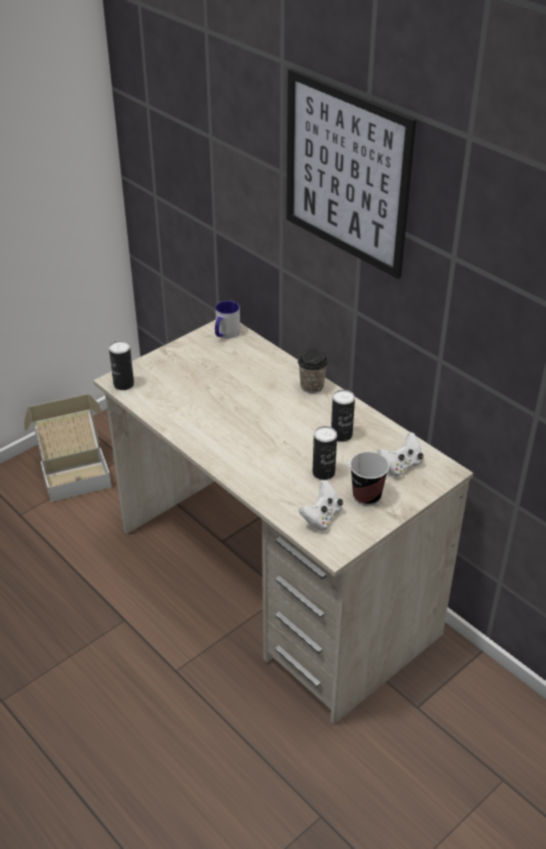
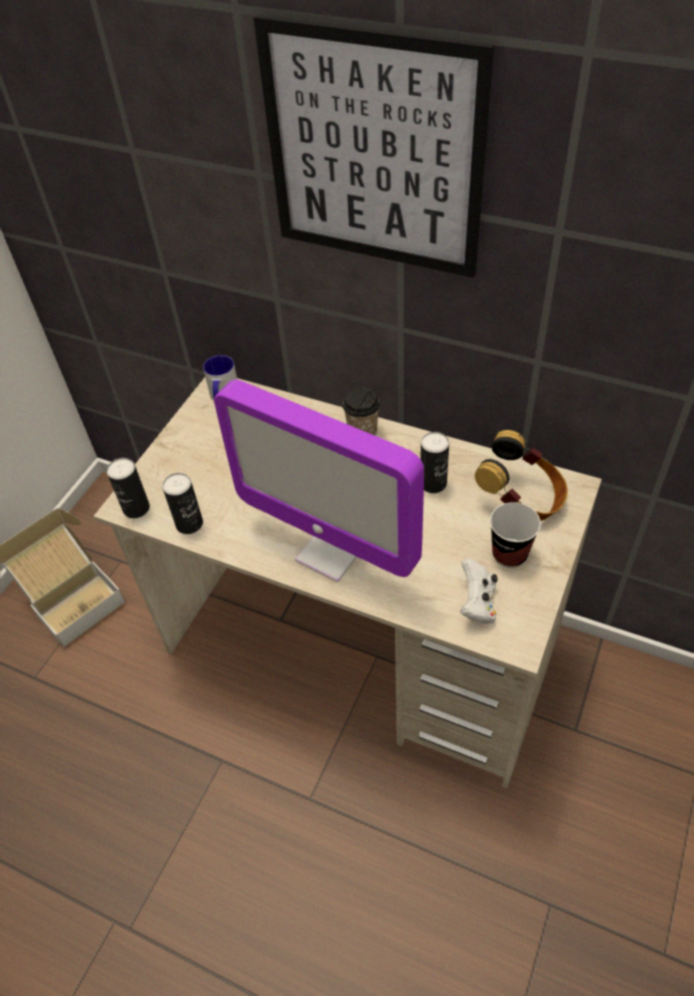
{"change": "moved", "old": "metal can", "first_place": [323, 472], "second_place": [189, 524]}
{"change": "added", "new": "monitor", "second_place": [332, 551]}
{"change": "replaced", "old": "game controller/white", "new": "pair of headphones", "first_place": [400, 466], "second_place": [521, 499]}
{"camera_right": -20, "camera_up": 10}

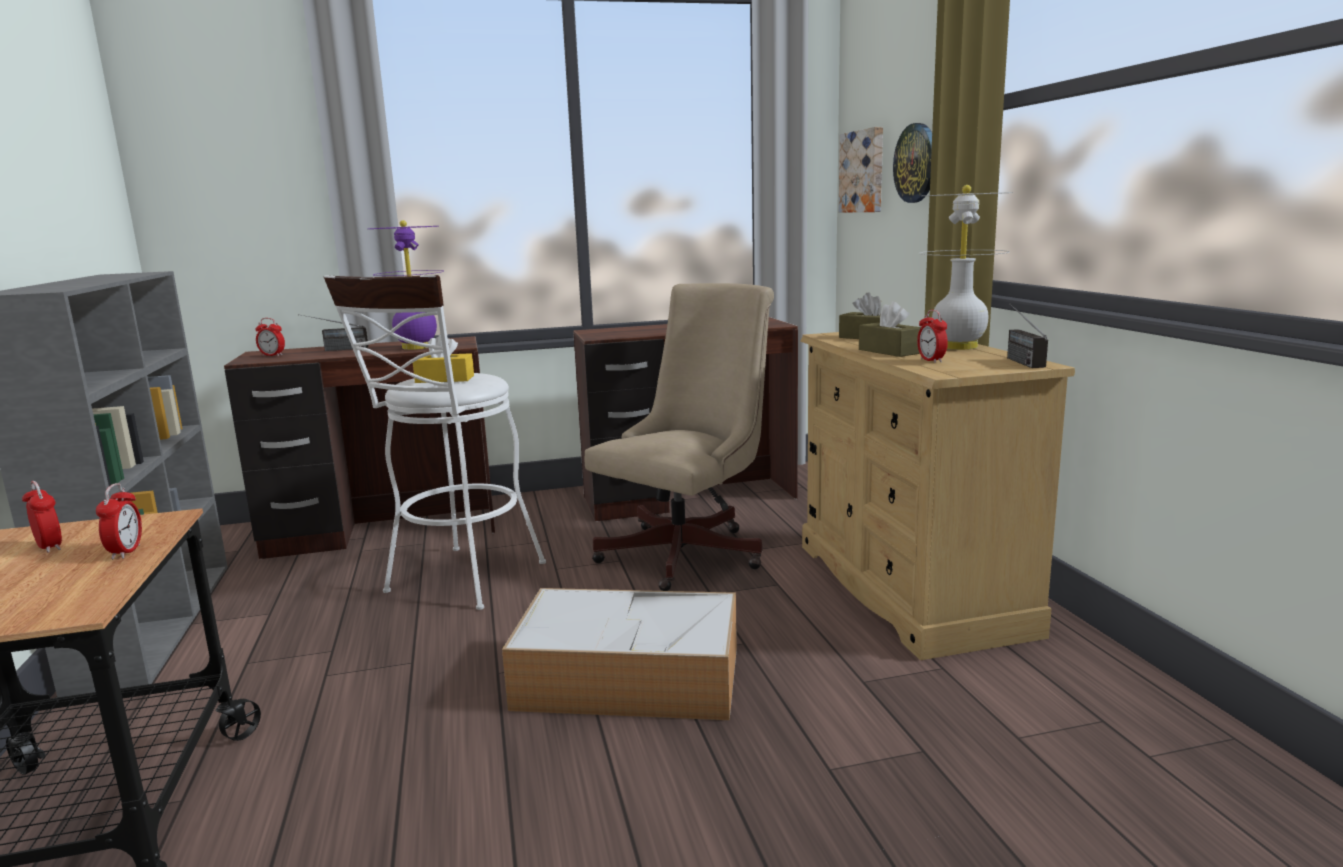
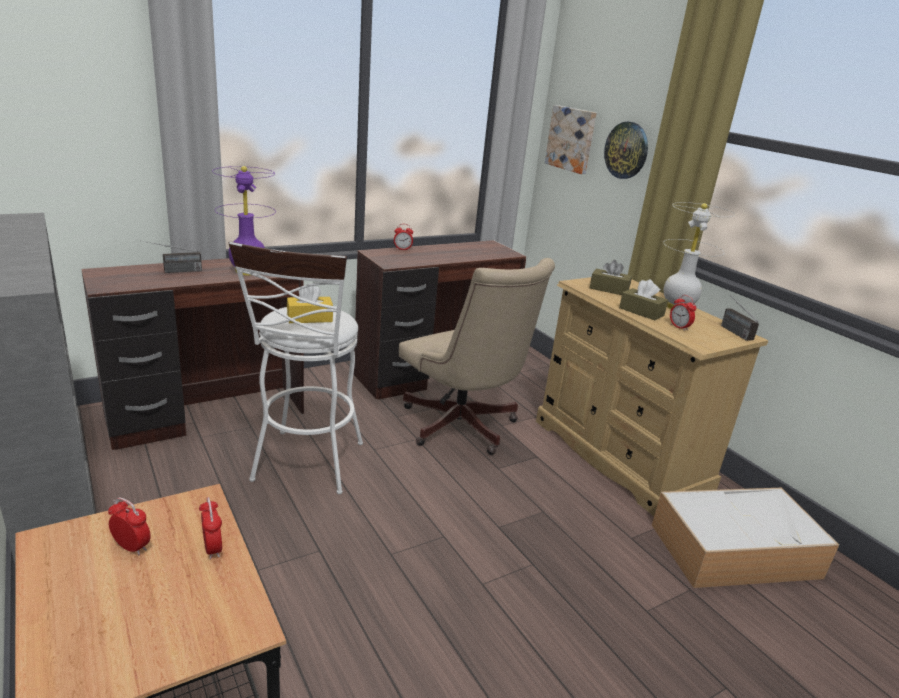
{"change": "moved", "old": "alarm clock", "first_place": [272, 355], "second_place": [402, 249]}
{"change": "turned", "old": "office chair/sand-coloured", "first_place": [690, 552], "second_place": [462, 428], "degrees": 120}
{"change": "moved", "old": "storage box", "first_place": [632, 677], "second_place": [736, 550]}
{"camera_right": -20, "camera_up": 10}

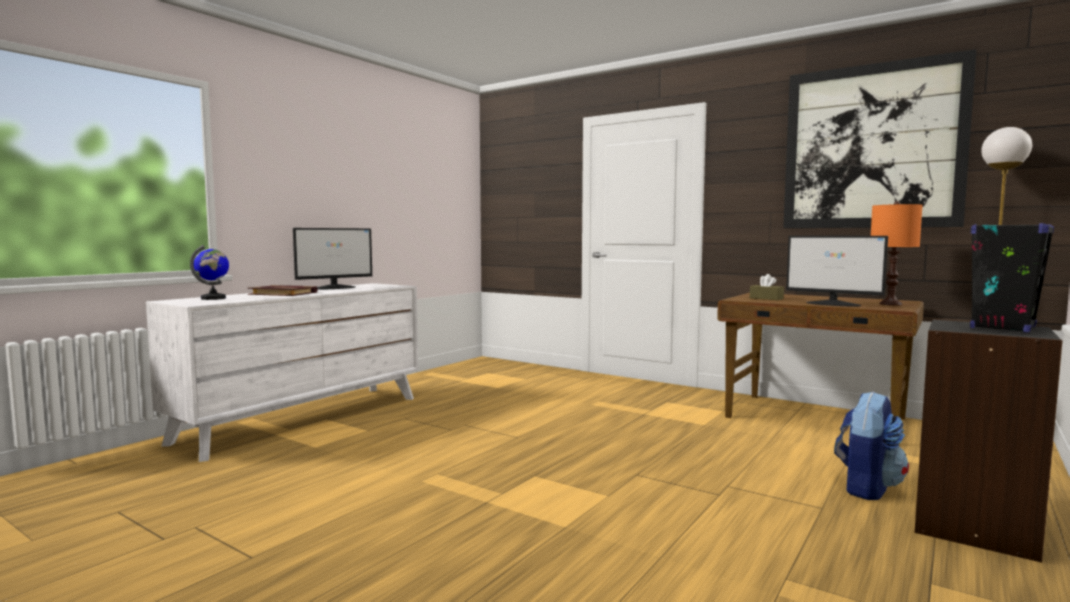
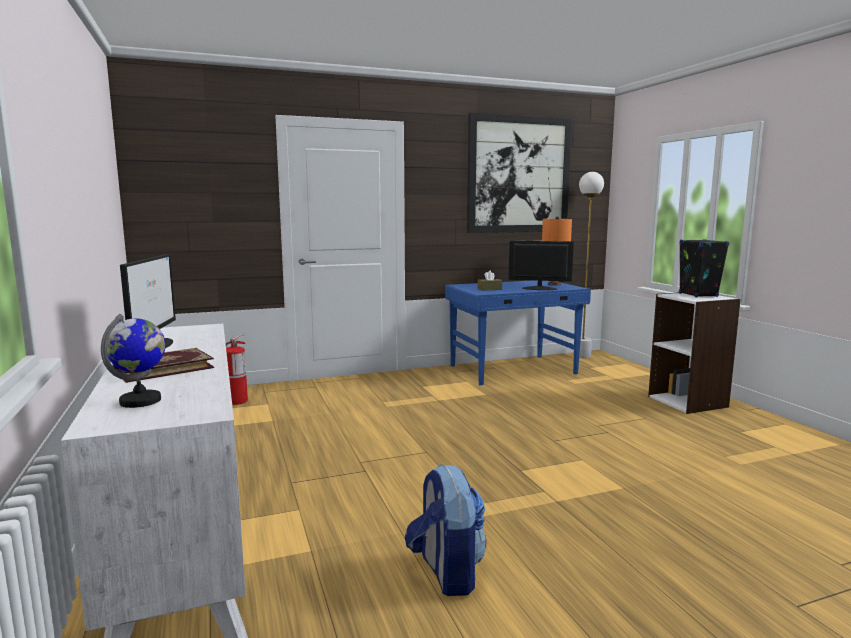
{"change": "added", "new": "fire extinguisher", "second_place": [237, 401]}
{"change": "moved", "old": "rucksack", "first_place": [867, 487], "second_place": [446, 572]}
{"change": "recoloured", "old": "desk unit/brown", "new": "desk unit/bluish", "first_place": [815, 418], "second_place": [514, 370]}
{"change": "turned", "old": "monitor", "first_place": [833, 304], "second_place": [539, 288], "degrees": -150}
{"change": "recoloured", "old": "bookshelf/blackish", "new": "bookshelf/white", "first_place": [976, 527], "second_place": [688, 401]}
{"camera_right": -55, "camera_up": 5}

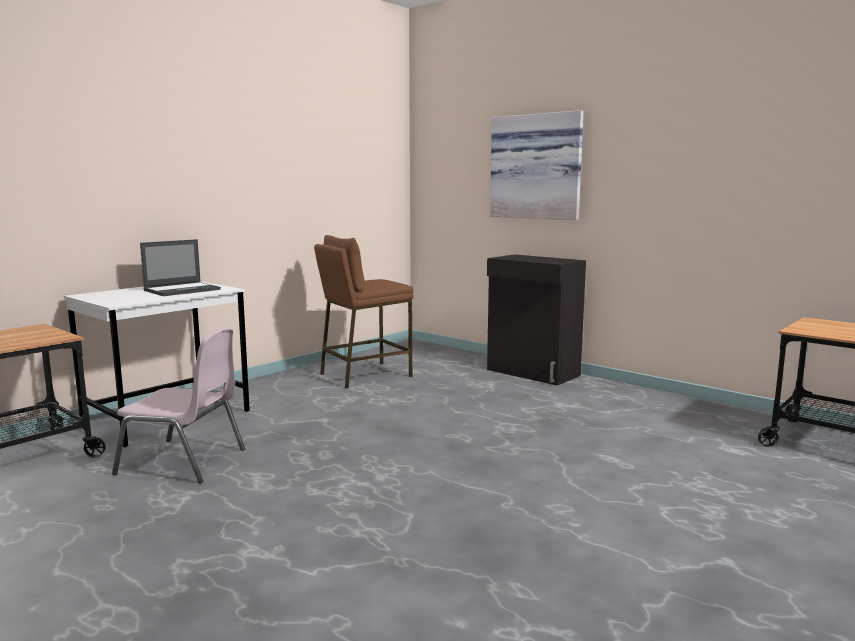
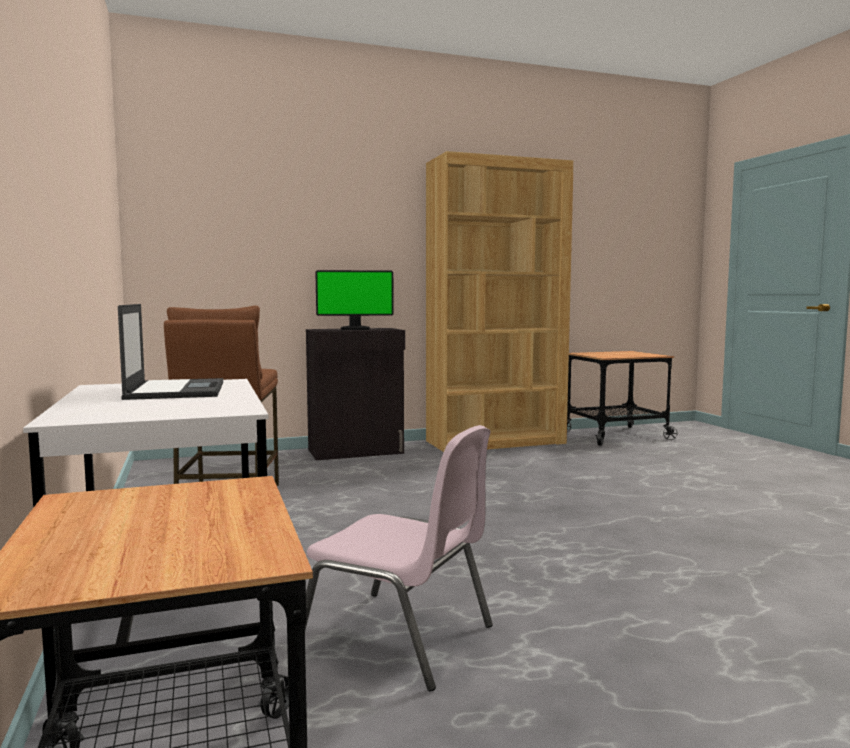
{"change": "turned", "old": "chair/pink", "first_place": [184, 462], "second_place": [400, 639], "degrees": 75}
{"change": "added", "new": "monitor", "second_place": [355, 329]}
{"change": "added", "new": "bookshelf/brown", "second_place": [496, 442]}
{"change": "removed", "old": "picture", "first_place": [537, 167]}
{"camera_right": -60, "camera_up": -5}

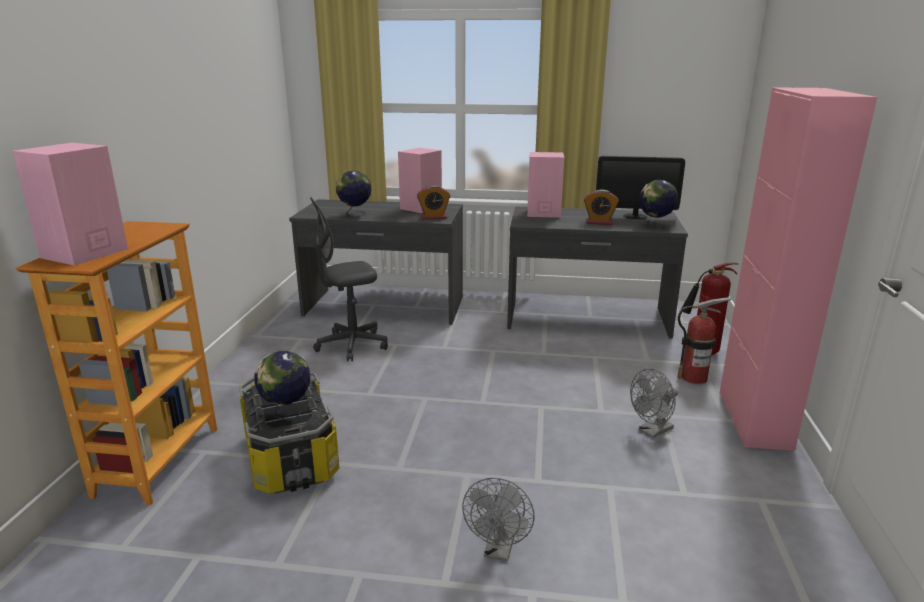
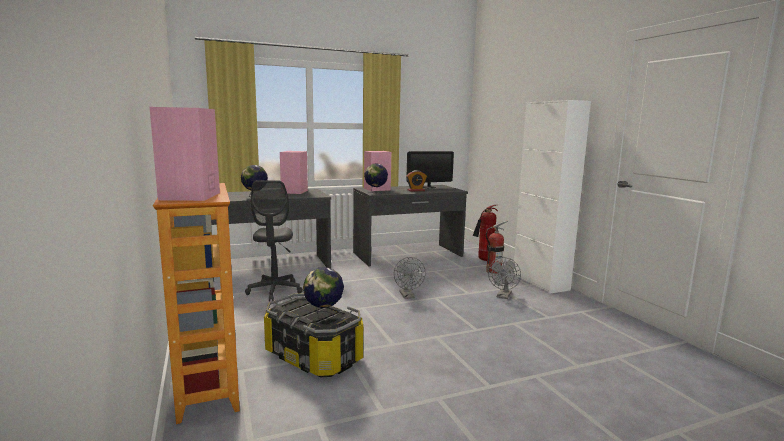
{"change": "turned", "old": "office chair/grey", "first_place": [351, 345], "second_place": [275, 291], "degrees": -45}
{"change": "moved", "old": "globe", "first_place": [655, 226], "second_place": [375, 193]}
{"change": "moved", "old": "fan/grey", "first_place": [499, 551], "second_place": [408, 296]}
{"change": "recoloured", "old": "storage cabinet/pink", "new": "storage cabinet/white", "first_place": [754, 419], "second_place": [540, 282]}
{"change": "removed", "old": "alarm clock", "first_place": [433, 217]}
{"camera_right": -30, "camera_up": -10}

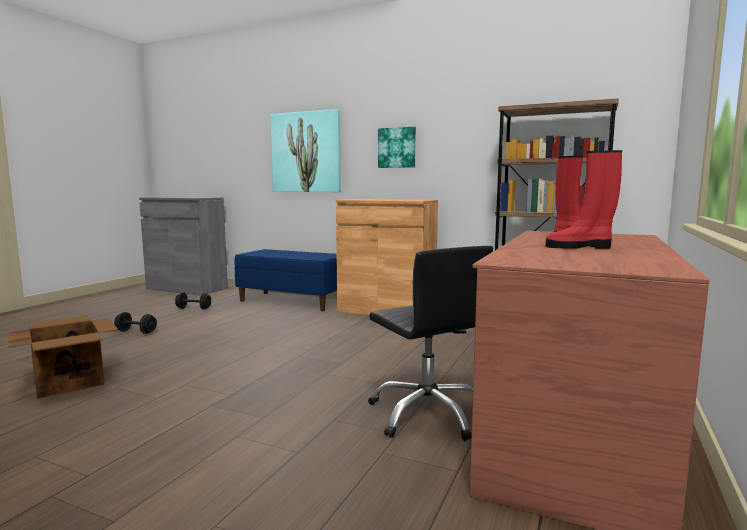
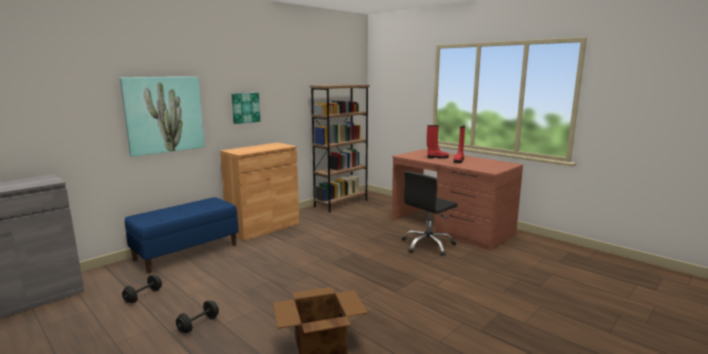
{"change": "turned", "old": "office chair/blackish", "first_place": [428, 413], "second_place": [428, 245], "degrees": 150}
{"camera_right": -70, "camera_up": 5}

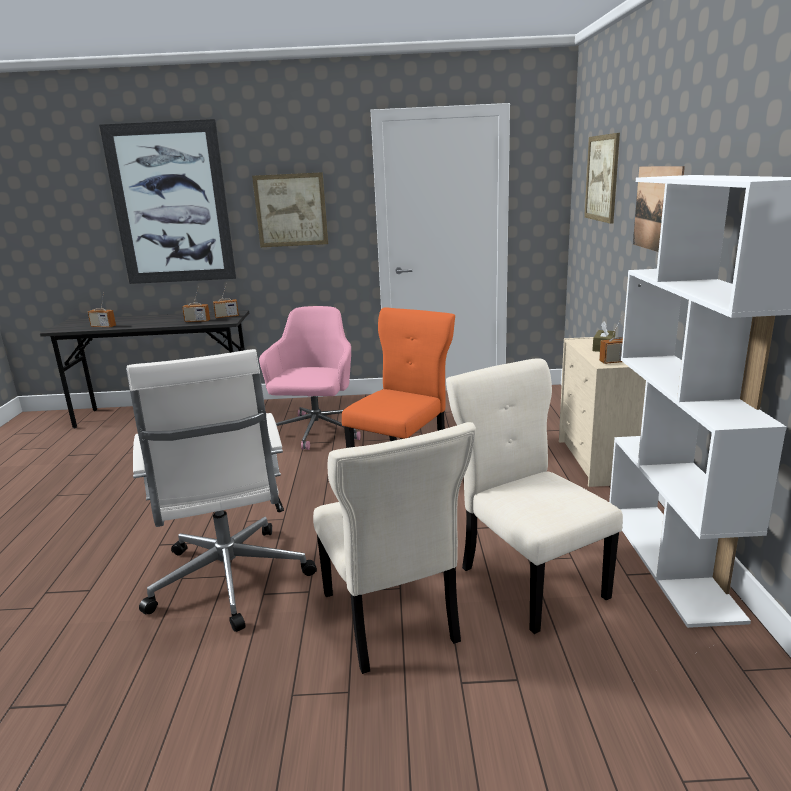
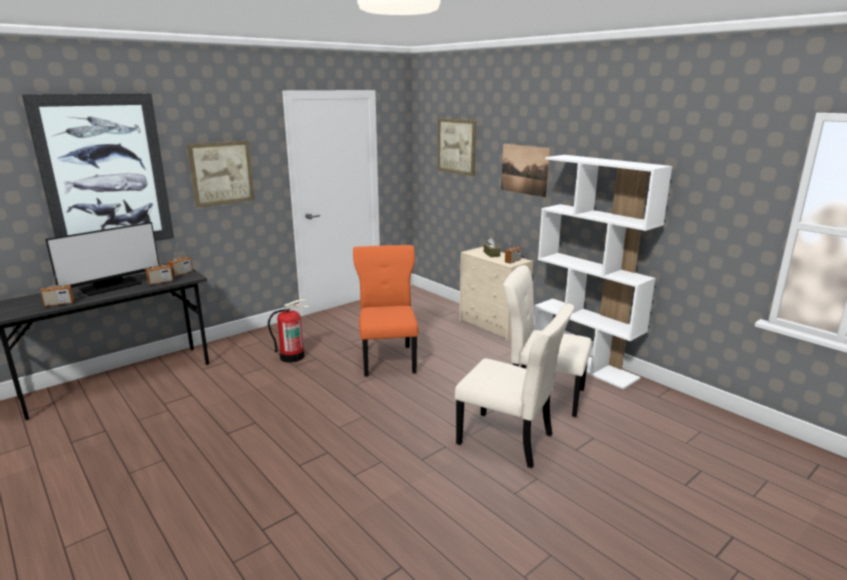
{"change": "added", "new": "monitor", "second_place": [111, 286]}
{"change": "replaced", "old": "office chair/pink", "new": "fire extinguisher", "first_place": [316, 432], "second_place": [292, 356]}
{"change": "removed", "old": "office chair/white", "first_place": [229, 581]}
{"camera_right": -40, "camera_up": 0}

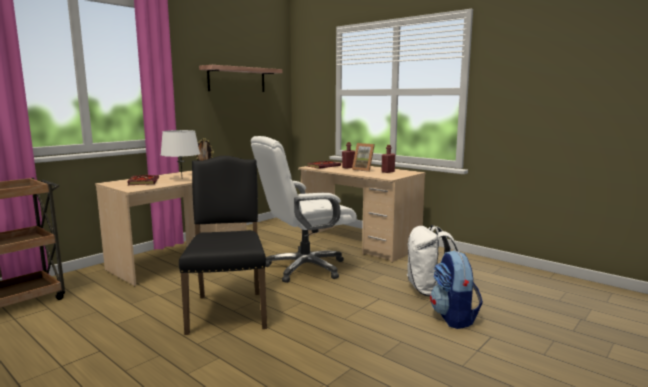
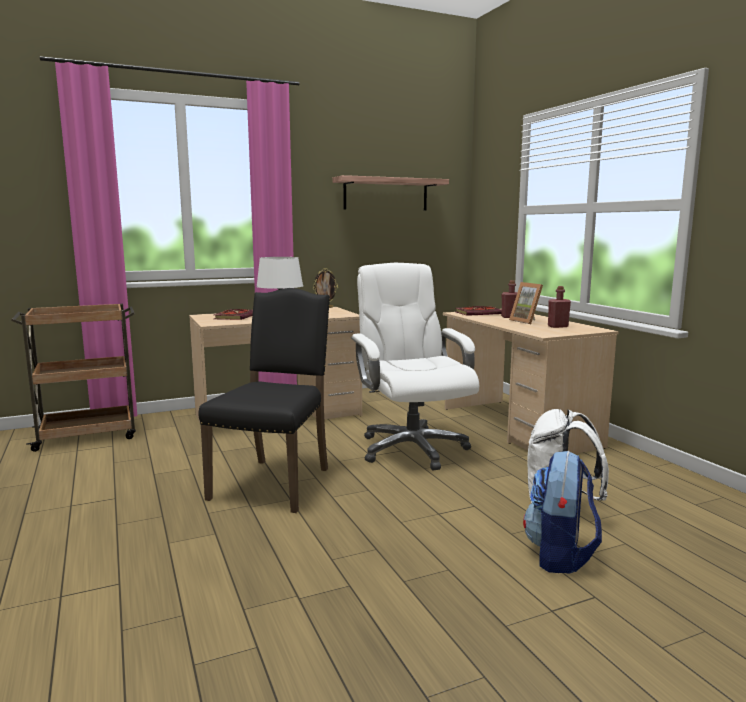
{"change": "turned", "old": "office chair/white", "first_place": [304, 268], "second_place": [412, 448], "degrees": 75}
{"camera_right": 25, "camera_up": 0}

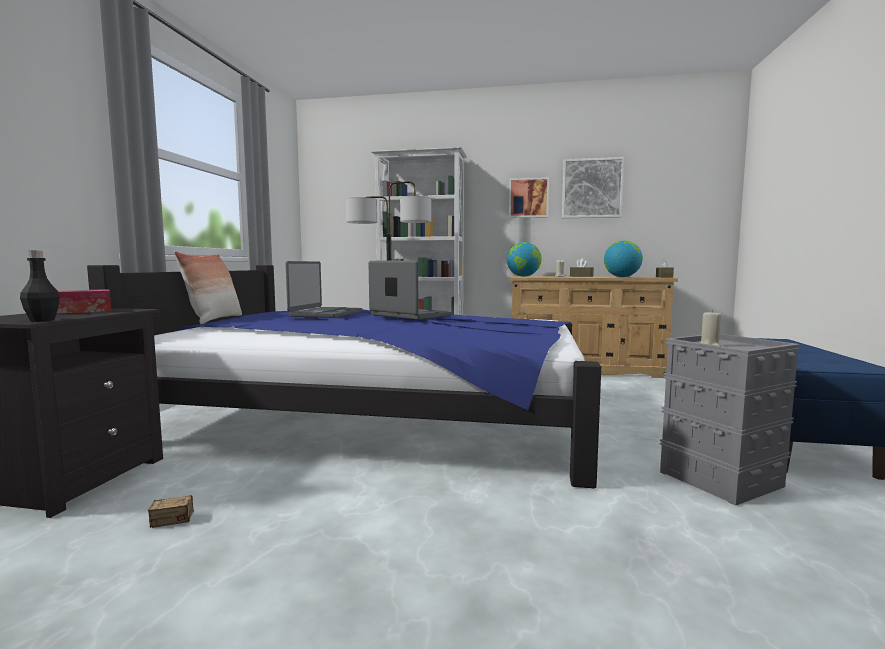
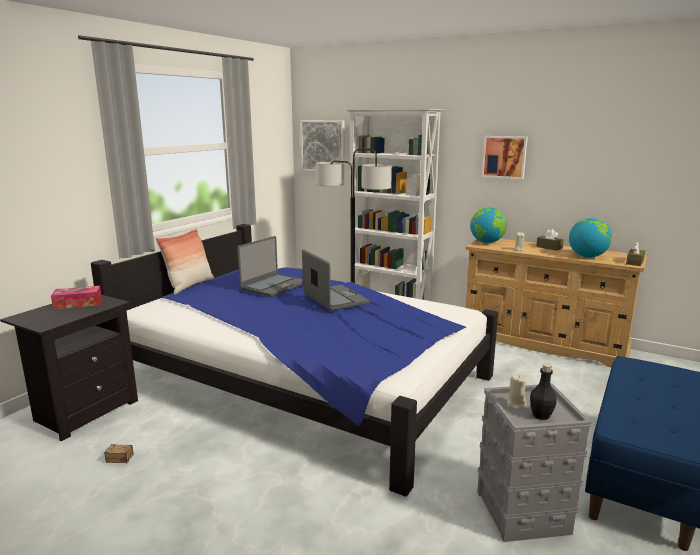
{"change": "moved", "old": "picture", "first_place": [592, 188], "second_place": [323, 146]}
{"change": "moved", "old": "bottle/blackish", "first_place": [42, 320], "second_place": [541, 415]}
{"camera_right": 20, "camera_up": 10}

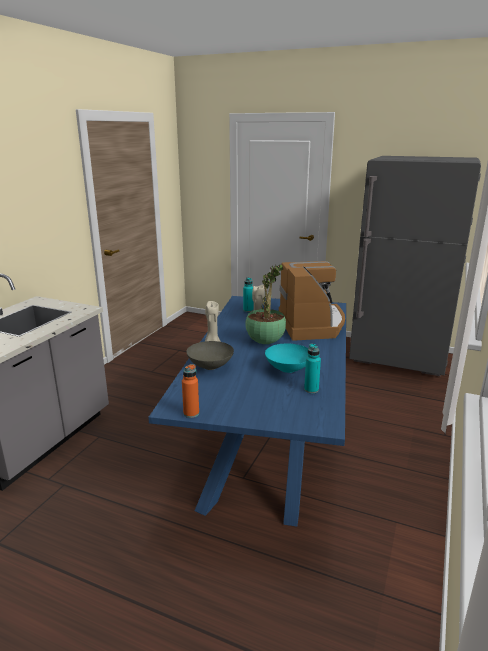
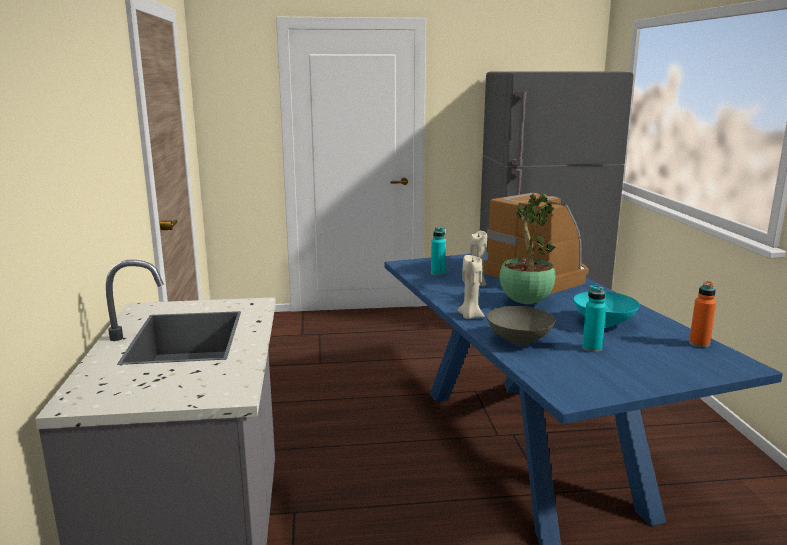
{"change": "moved", "old": "bottle/turquoise", "first_place": [311, 390], "second_place": [592, 348]}
{"change": "moved", "old": "bottle/orange", "first_place": [191, 413], "second_place": [699, 344]}
{"camera_right": -30, "camera_up": -5}

